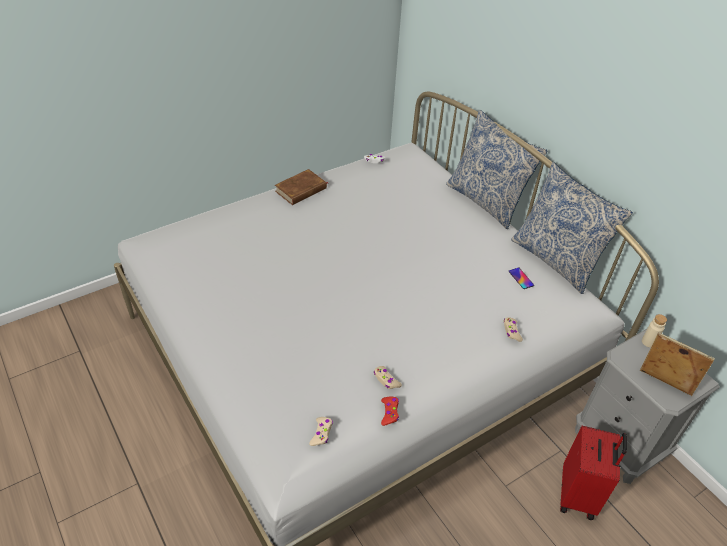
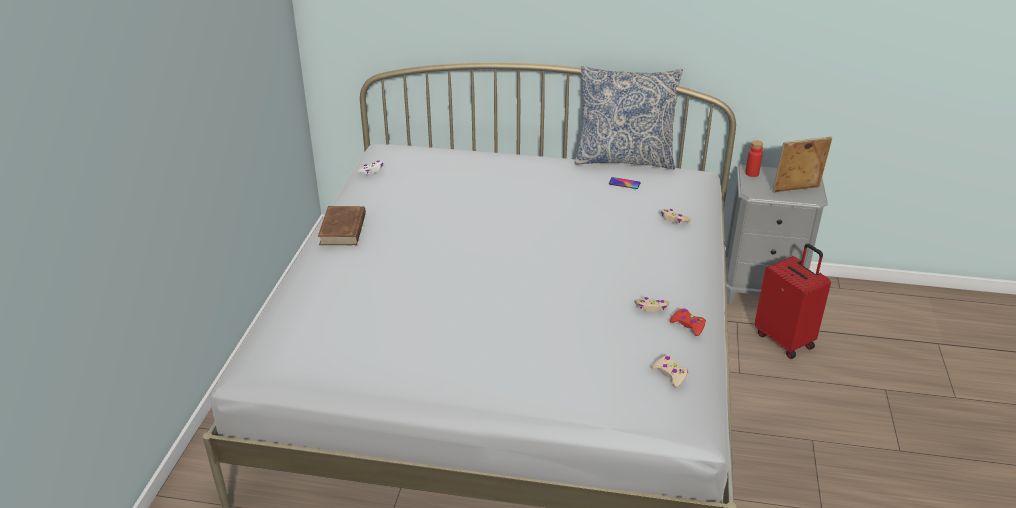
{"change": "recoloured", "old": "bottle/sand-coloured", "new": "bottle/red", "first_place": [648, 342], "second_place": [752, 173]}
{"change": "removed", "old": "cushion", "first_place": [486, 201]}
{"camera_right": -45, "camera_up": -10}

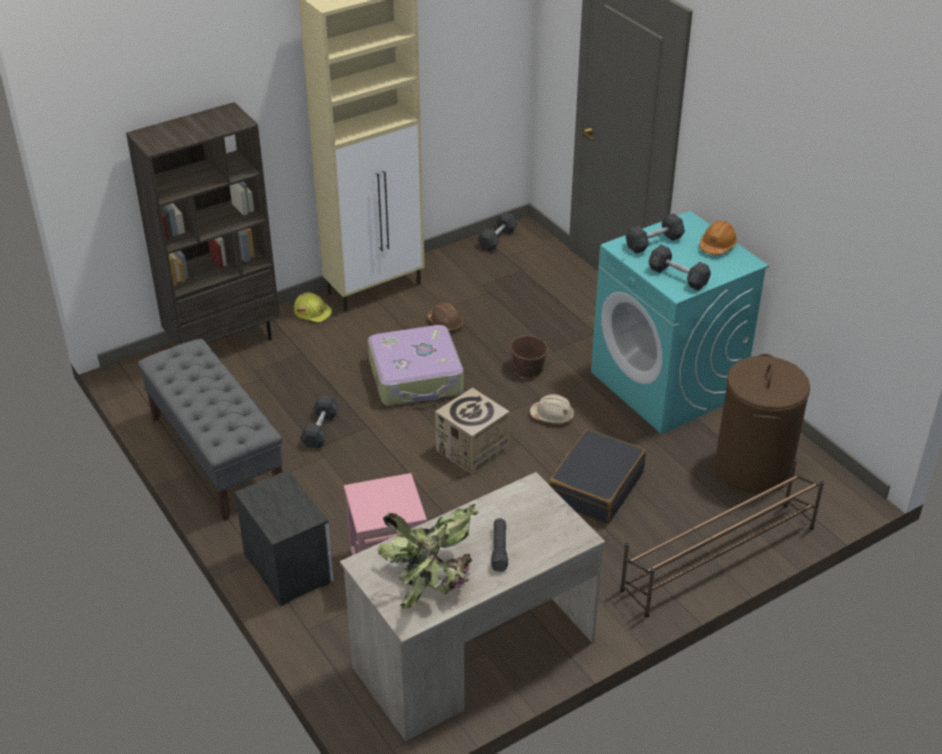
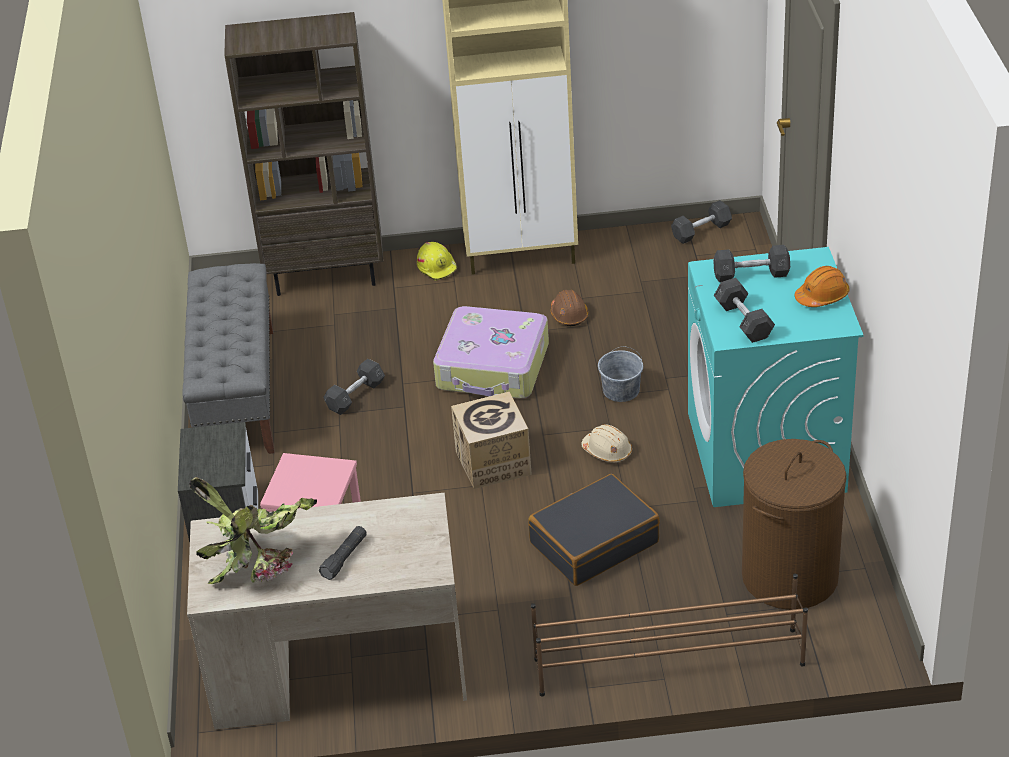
{"change": "recoloured", "old": "pail/brown", "new": "pail/grey", "first_place": [528, 368], "second_place": [621, 390]}
{"camera_right": 30, "camera_up": 0}

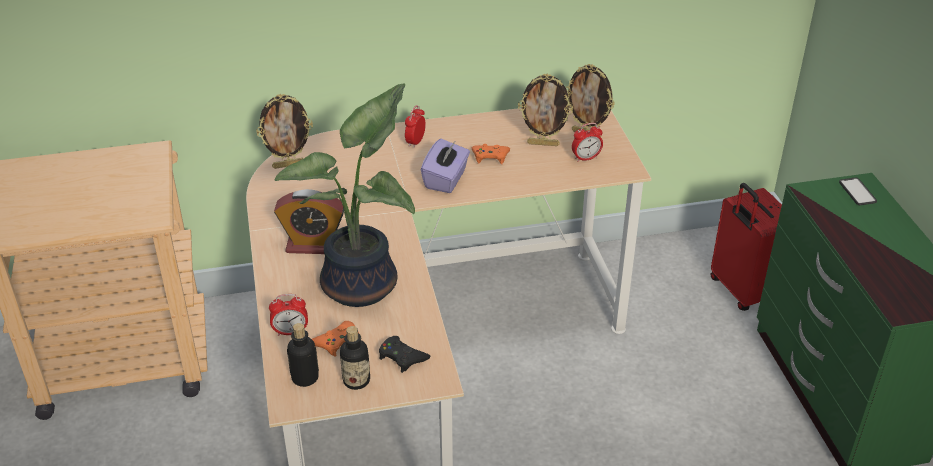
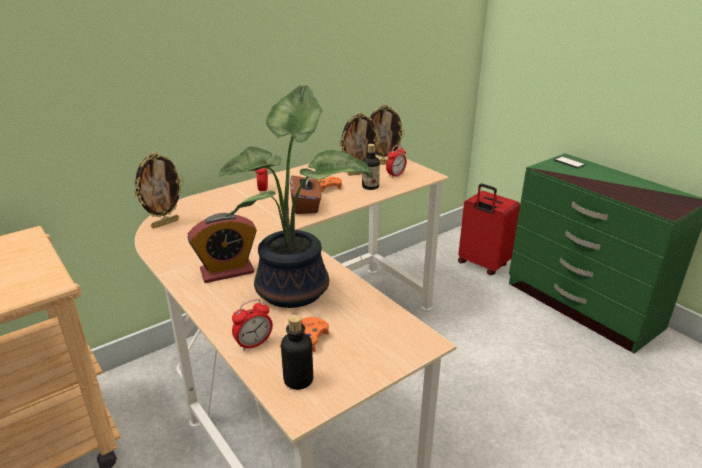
{"change": "recoloured", "old": "tissue holder/purple-coloured", "new": "tissue holder/brown", "first_place": [446, 179], "second_place": [306, 206]}
{"change": "moved", "old": "bottle", "first_place": [356, 380], "second_place": [370, 187]}
{"change": "removed", "old": "game controller/blackish", "first_place": [402, 357]}
{"camera_right": -25, "camera_up": -10}

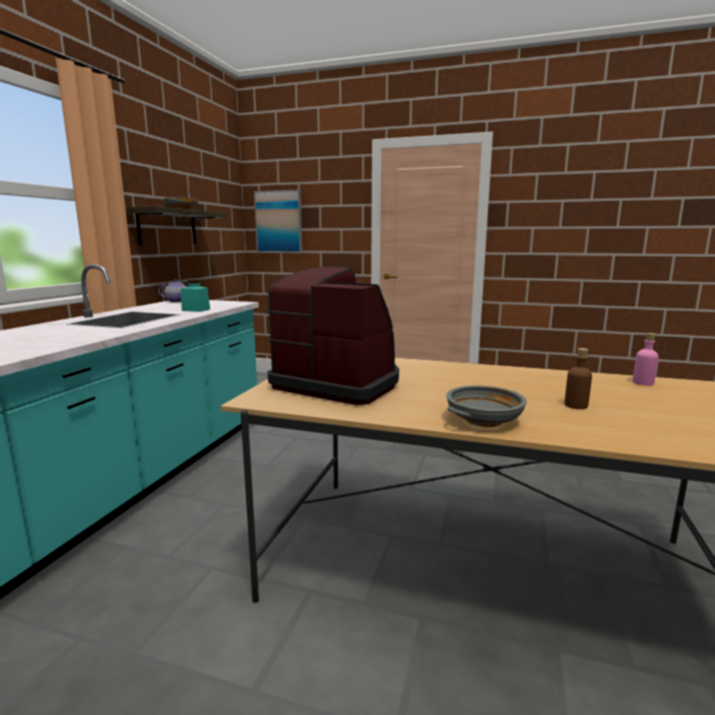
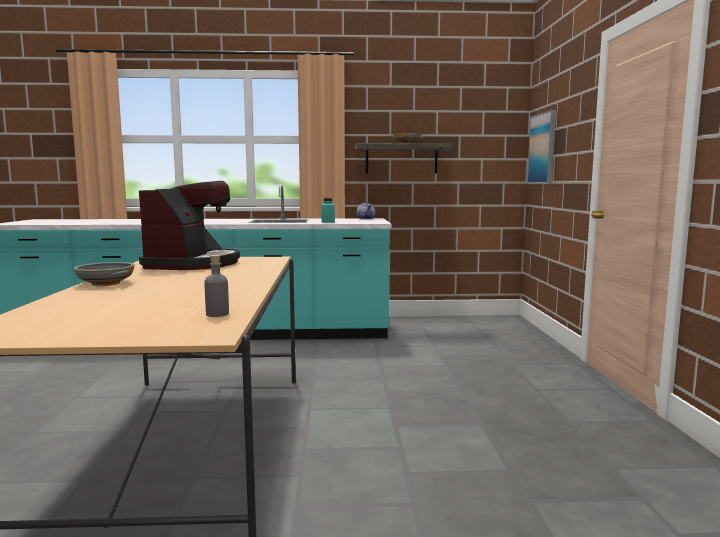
{"change": "recoloured", "old": "bottle/pink", "new": "bottle/grey", "first_place": [643, 383], "second_place": [217, 314]}
{"change": "removed", "old": "bottle/brown", "first_place": [576, 405]}
{"camera_right": 70, "camera_up": -5}

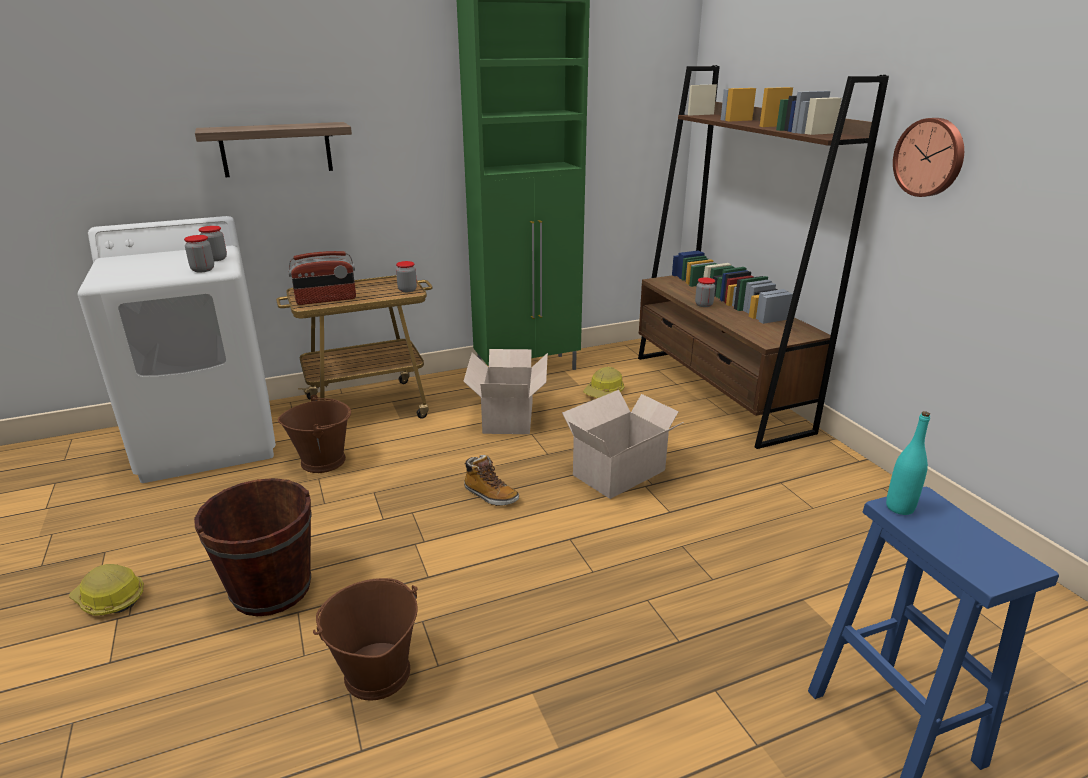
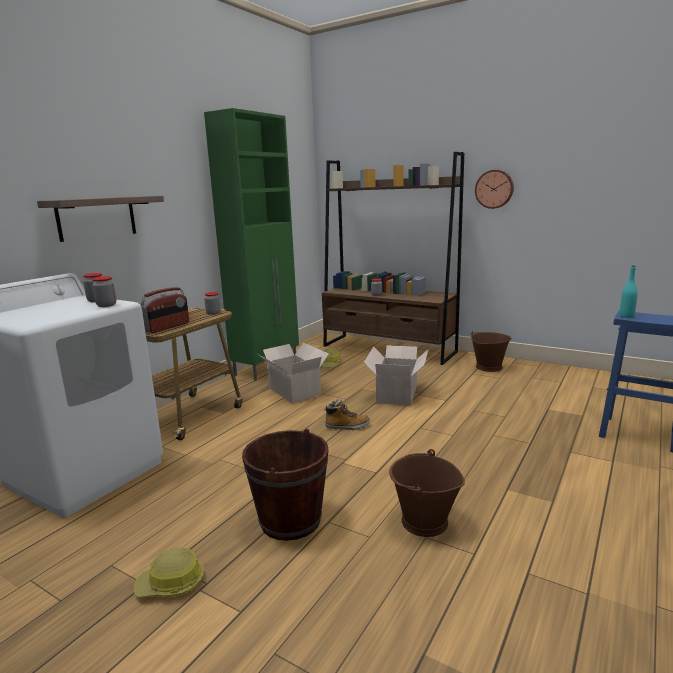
{"change": "moved", "old": "pail/brown", "first_place": [323, 460], "second_place": [488, 367]}
{"camera_right": -35, "camera_up": -10}

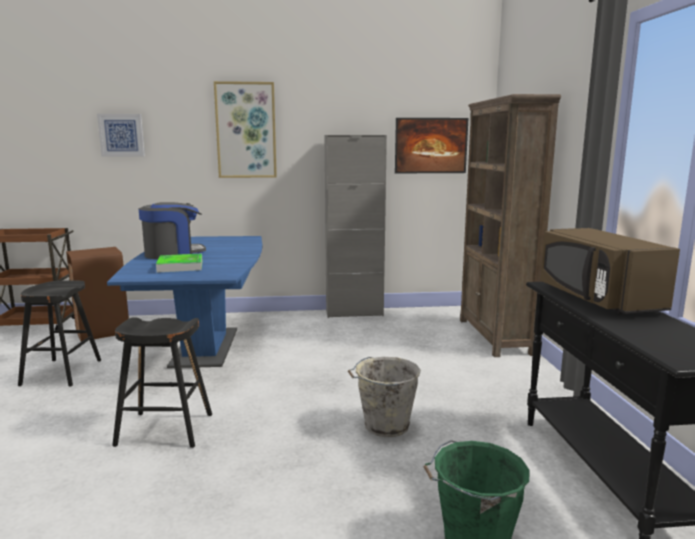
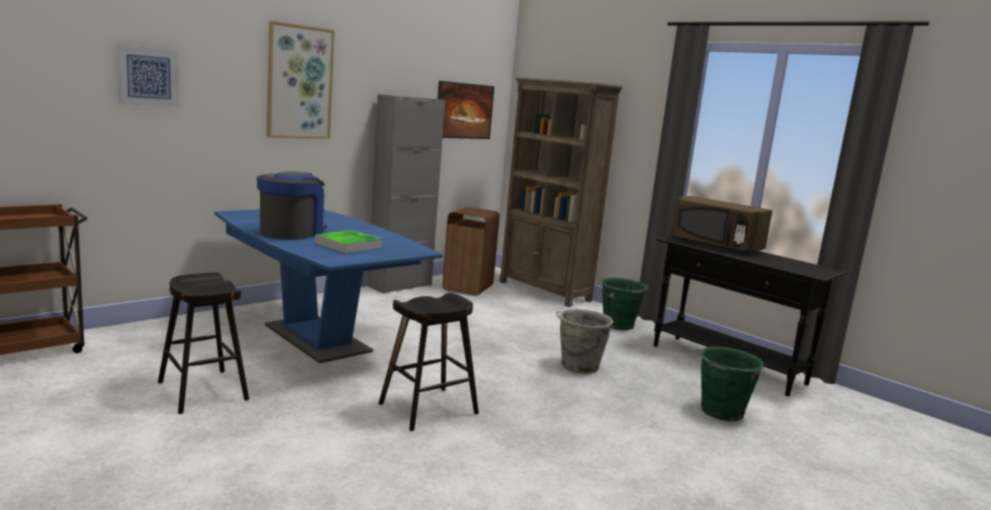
{"change": "moved", "old": "waste bin/brown", "first_place": [102, 332], "second_place": [467, 288]}
{"change": "added", "new": "pail/greenish", "second_place": [618, 325]}
{"camera_right": -40, "camera_up": 0}

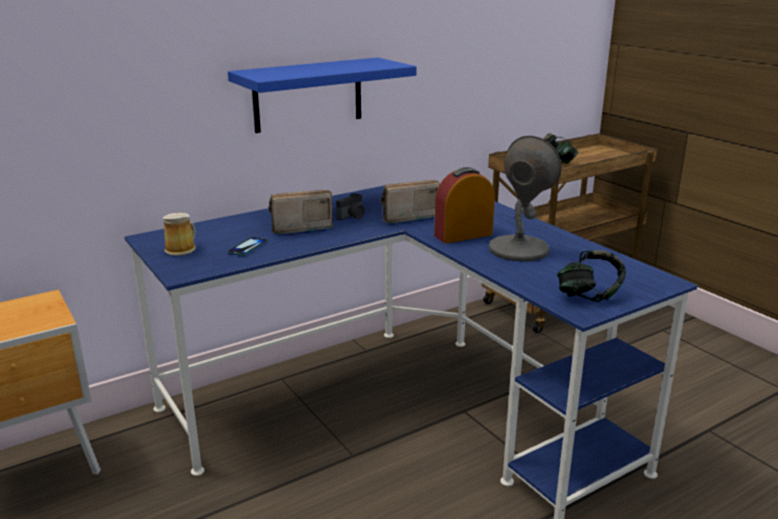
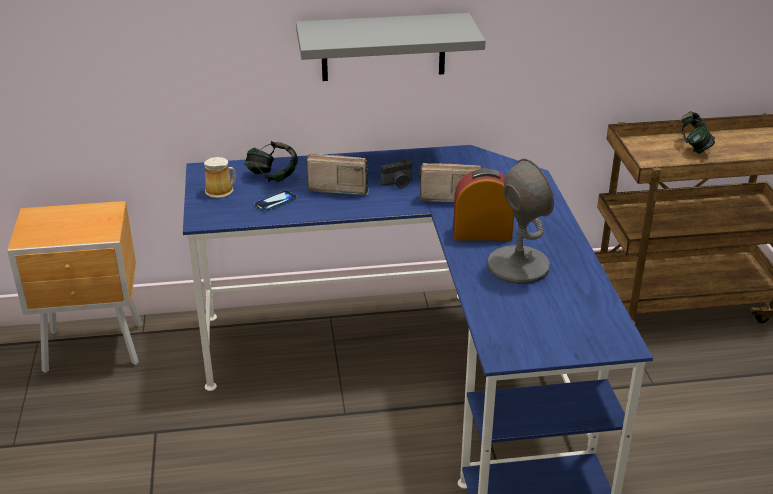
{"change": "moved", "old": "pair of headphones", "first_place": [588, 296], "second_place": [272, 176]}
{"change": "recoloured", "old": "bracket shelf/bluish", "new": "bracket shelf/grey", "first_place": [308, 95], "second_place": [383, 47]}
{"camera_right": 25, "camera_up": 10}

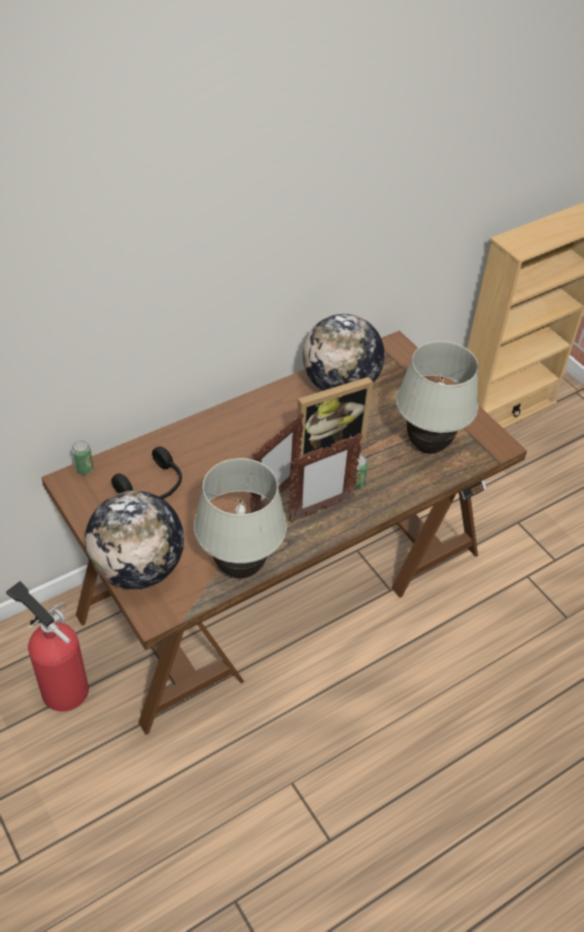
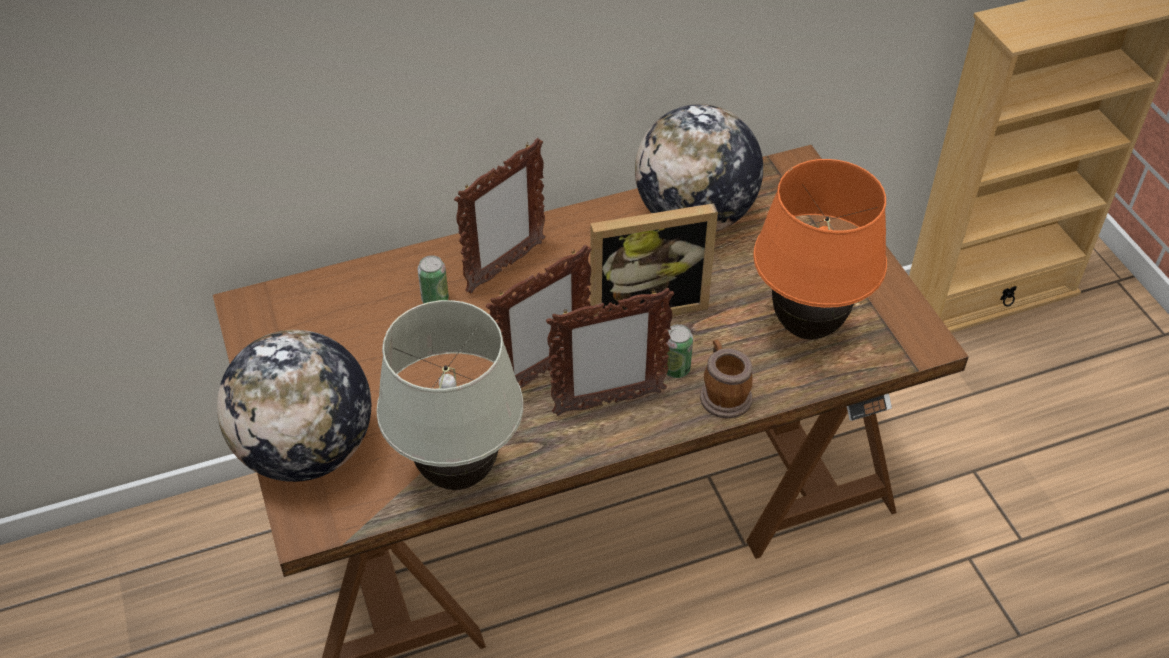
{"change": "moved", "old": "metal can", "first_place": [84, 469], "second_place": [435, 299]}
{"change": "added", "new": "standing frame", "second_place": [505, 267]}
{"change": "added", "new": "tea mug", "second_place": [723, 393]}
{"change": "recoloured", "old": "table lamp/white", "new": "table lamp/orange", "first_place": [428, 445], "second_place": [807, 327]}
{"change": "removed", "old": "fire extinguisher", "first_place": [61, 687]}
{"change": "removed", "old": "pair of headphones/blackish", "first_place": [152, 487]}
{"camera_right": 15, "camera_up": 0}

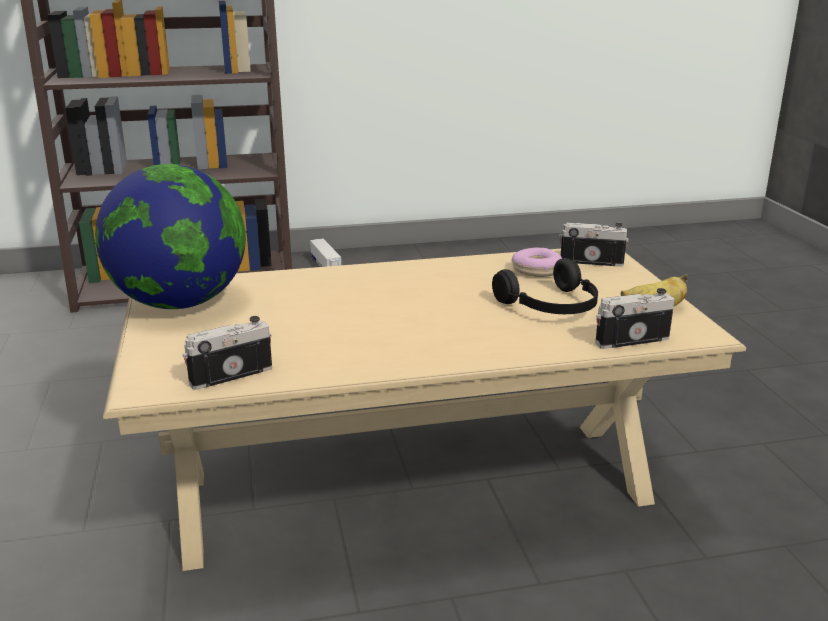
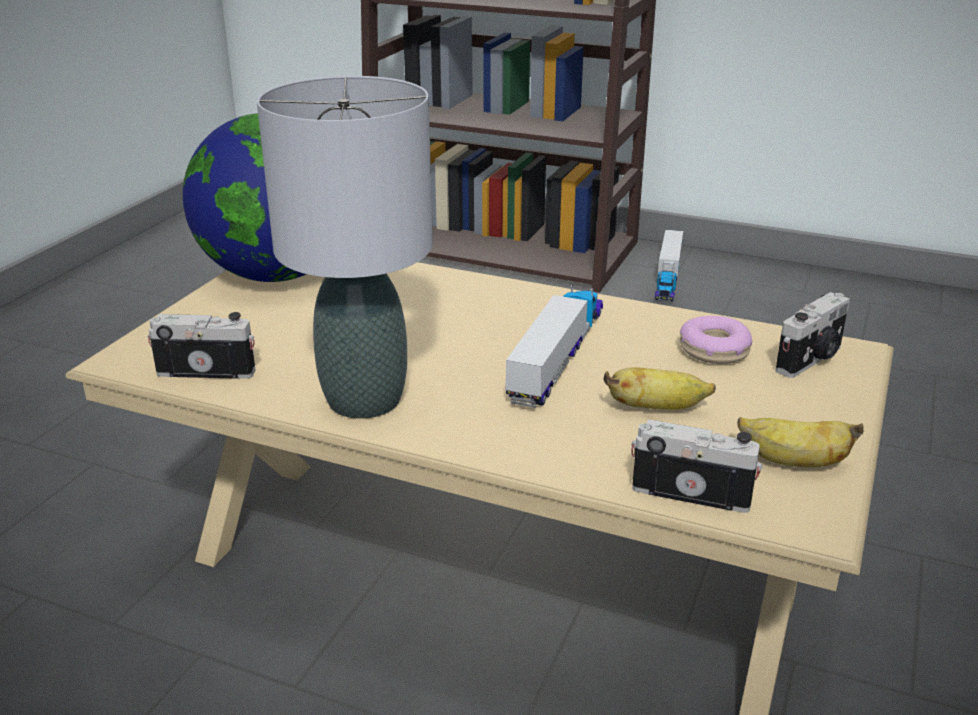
{"change": "added", "new": "table lamp/grey", "second_place": [363, 400]}
{"change": "added", "new": "model truck", "second_place": [558, 355]}
{"change": "replaced", "old": "pair of headphones/blackish", "new": "whole banana", "first_place": [552, 307], "second_place": [656, 408]}
{"change": "turned", "old": "still camera", "first_place": [591, 261], "second_place": [811, 360], "degrees": 90}
{"camera_right": 35, "camera_up": 5}

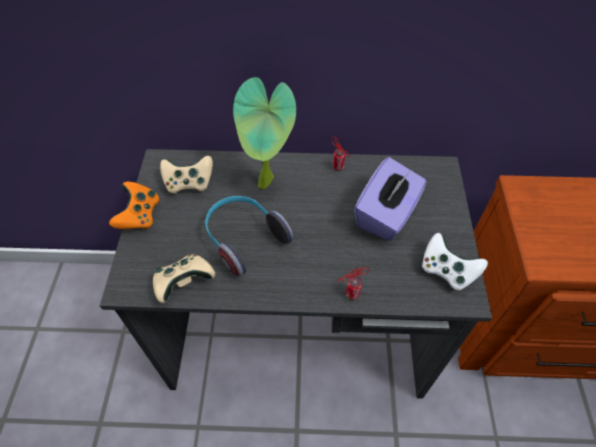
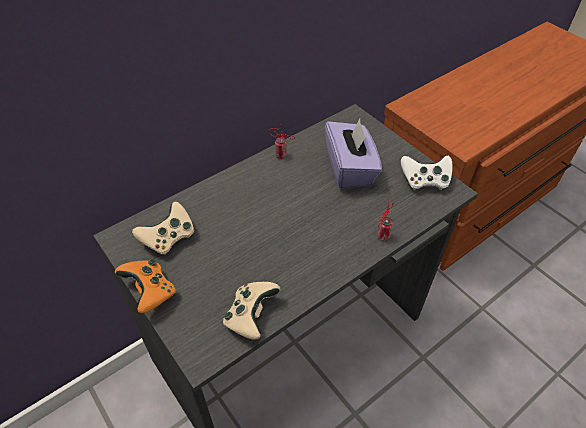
{"change": "removed", "old": "pair of headphones", "first_place": [244, 238]}
{"change": "removed", "old": "plant in a pot", "first_place": [268, 184]}
{"camera_right": -40, "camera_up": -5}

